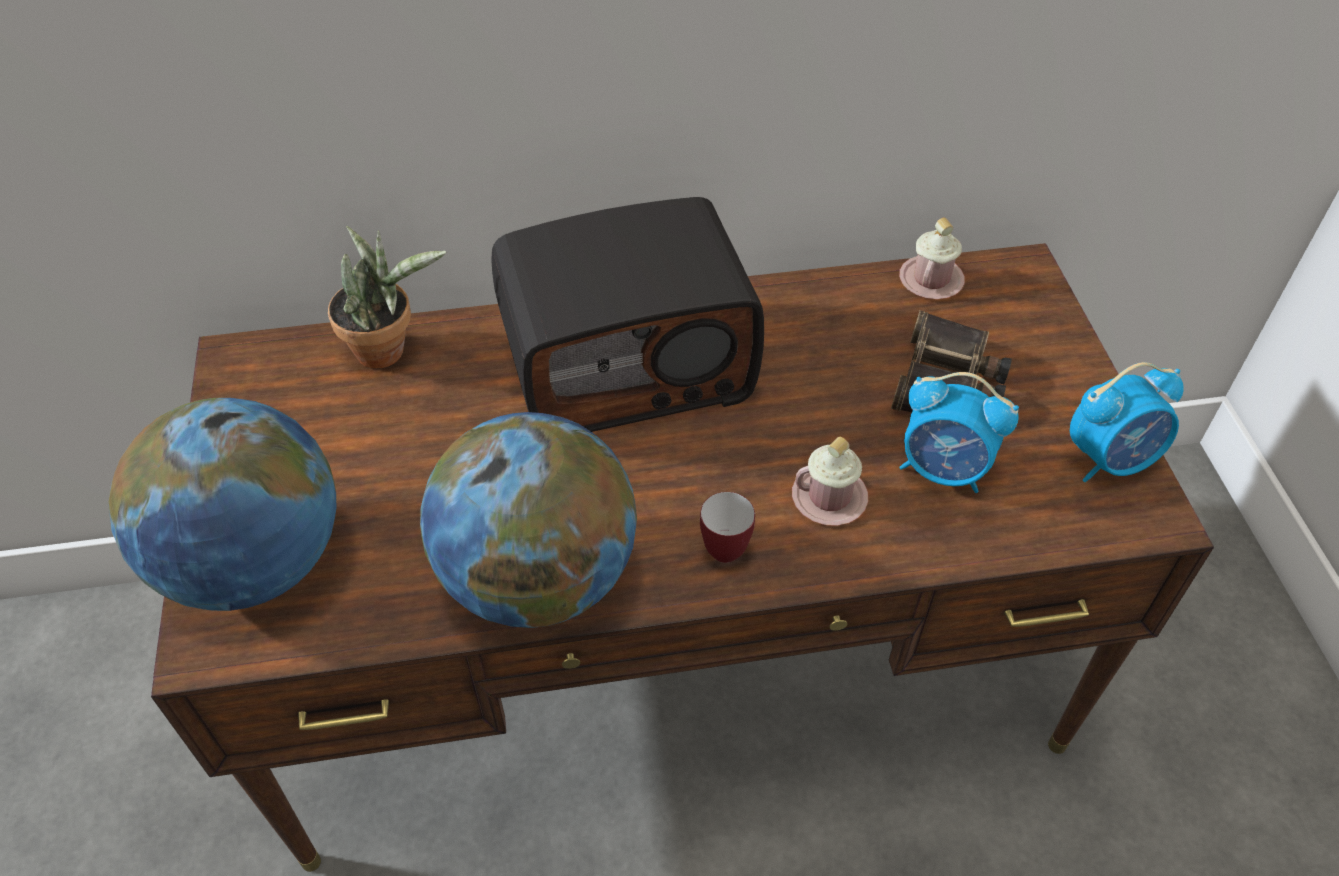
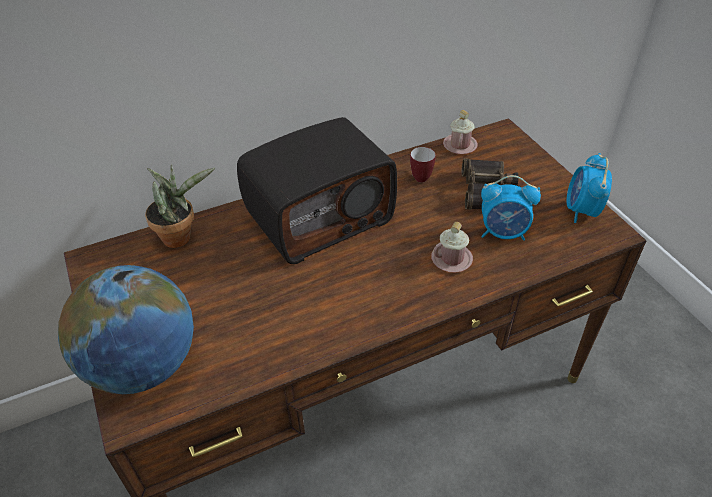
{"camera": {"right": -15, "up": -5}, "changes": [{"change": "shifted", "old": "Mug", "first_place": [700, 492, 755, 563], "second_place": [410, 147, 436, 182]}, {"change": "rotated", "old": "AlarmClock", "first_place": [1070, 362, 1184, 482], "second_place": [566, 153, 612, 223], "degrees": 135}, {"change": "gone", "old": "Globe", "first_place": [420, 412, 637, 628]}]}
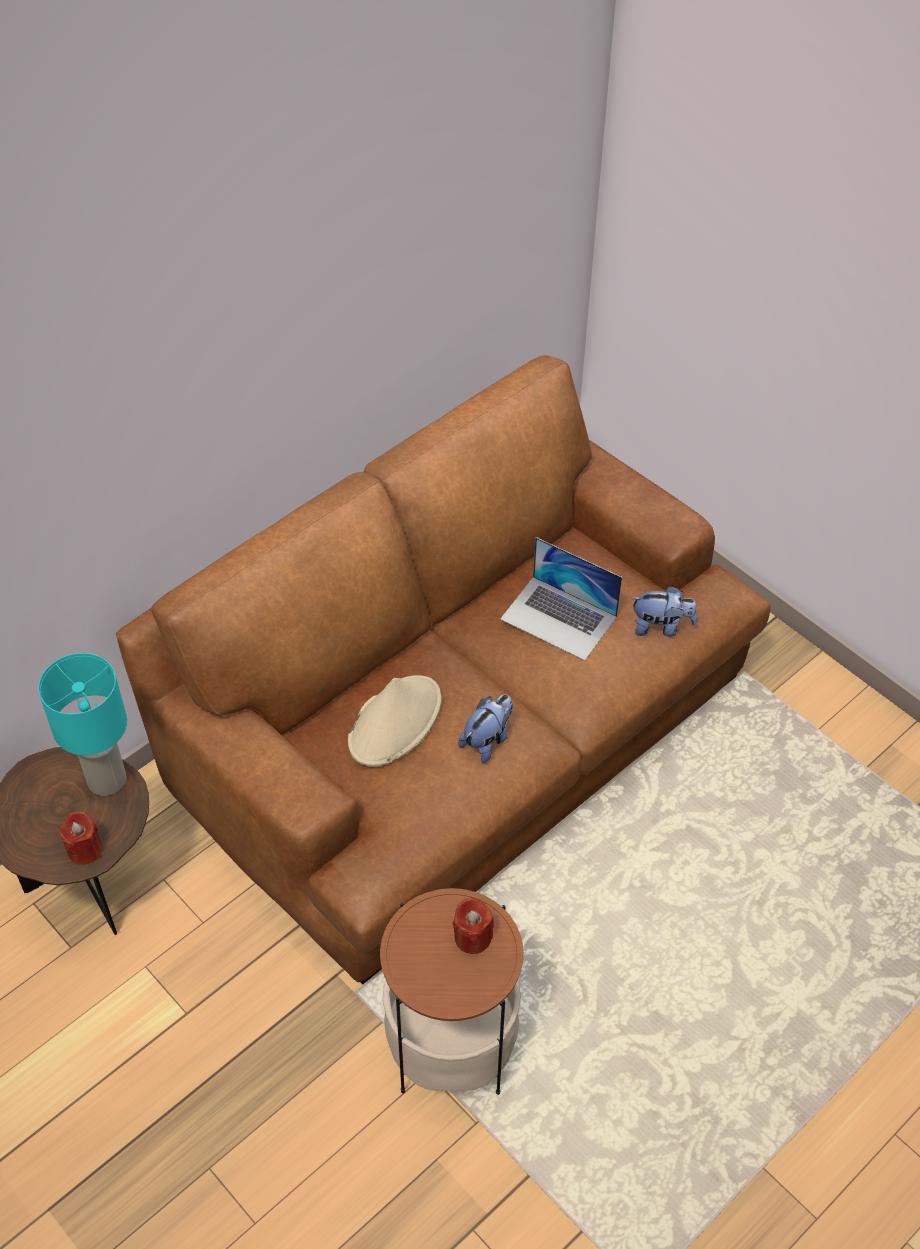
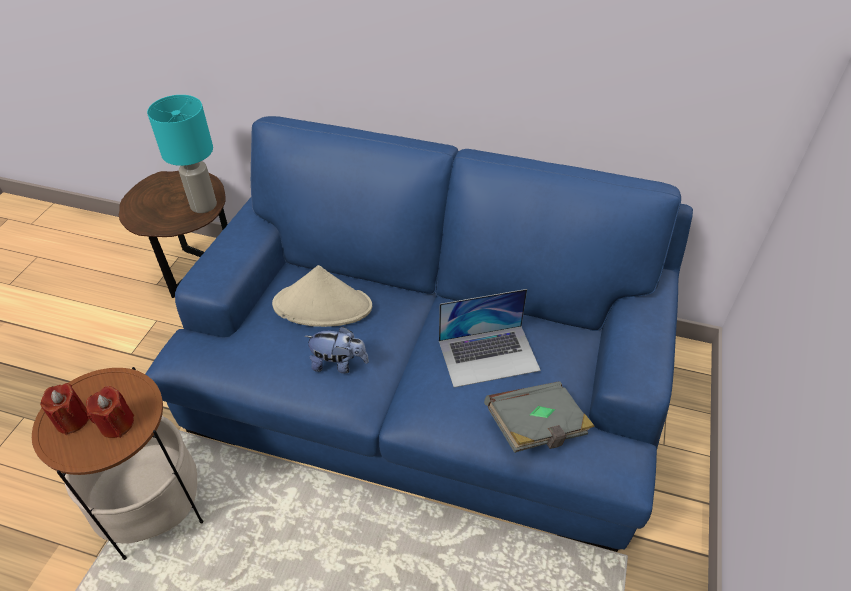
{"camera": {"right": 60, "up": -5}, "changes": [{"change": "shifted", "old": "RedCandle", "first_place": [59, 811, 102, 865], "second_place": [40, 383, 89, 435]}, {"change": "repainted", "old": "BrownSofa", "new": "BlueSofa", "first_place": [116, 355, 770, 984], "second_place": [145, 116, 693, 552]}, {"change": "rotated", "old": "Laptop", "first_place": [500, 537, 622, 661], "second_place": [439, 289, 541, 387], "degrees": -105}, {"change": "swapped", "old": "PlushToy", "new": "GreyBook", "first_place": [631, 586, 697, 637], "second_place": [484, 381, 595, 453]}]}
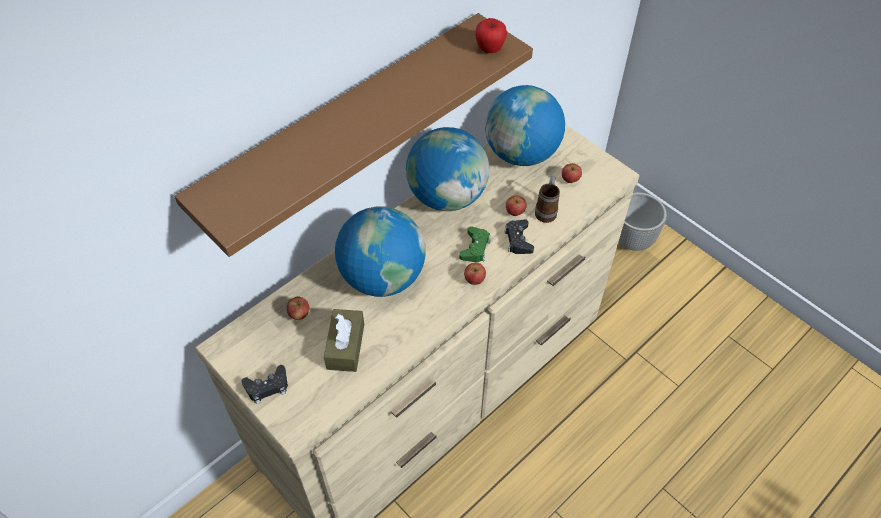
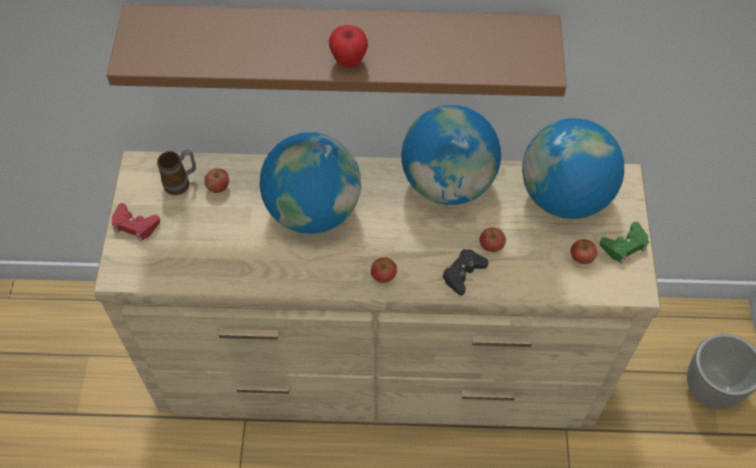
{"camera": {"right": 45, "up": 5}, "changes": [{"change": "repainted", "old": "BlackGameController", "new": "RedGameController", "first_place": [241, 365, 288, 404], "second_place": [112, 203, 160, 242]}, {"change": "shifted", "old": "Mug", "first_place": [535, 176, 560, 223], "second_place": [157, 149, 196, 195]}, {"change": "shifted", "old": "Apple", "first_place": [475, 18, 507, 53], "second_place": [329, 25, 368, 68]}, {"change": "shifted", "old": "GreenGameController", "first_place": [459, 226, 490, 262], "second_place": [600, 222, 649, 263]}, {"change": "gone", "old": "BrownTissueBox", "first_place": [324, 309, 364, 372]}]}
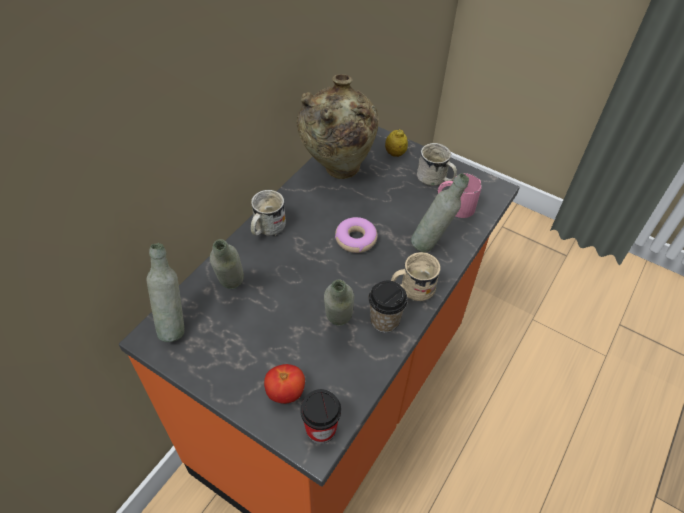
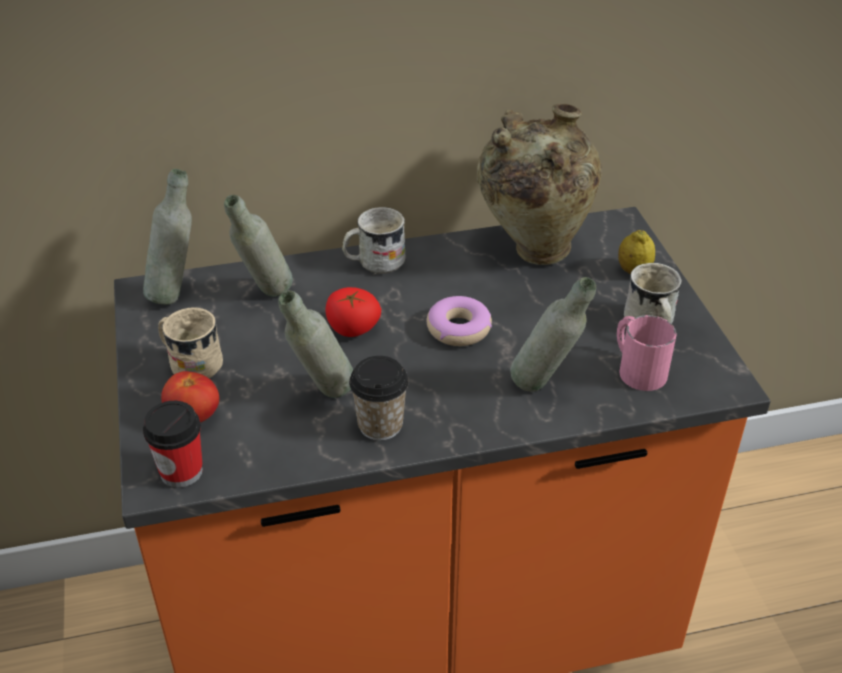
{"camera": {"right": 45, "up": -10}, "changes": [{"change": "shifted", "old": "BeigeMug", "first_place": [391, 252, 441, 301], "second_place": [158, 308, 223, 378]}, {"change": "new", "new": "Tomato", "second_place": [325, 287, 381, 337]}]}
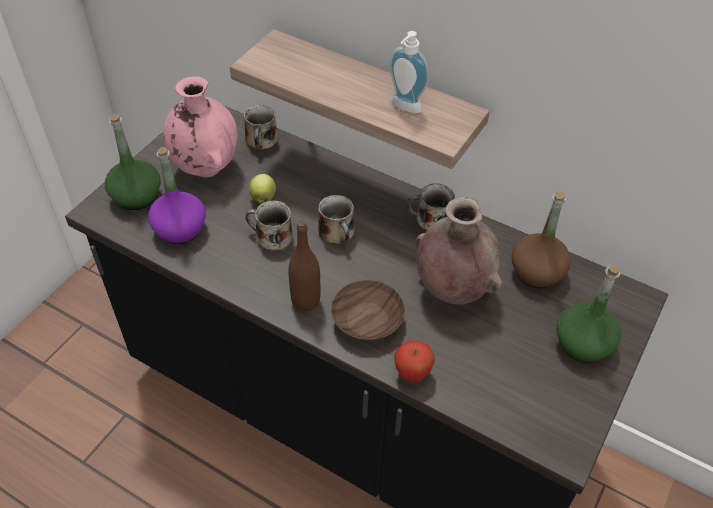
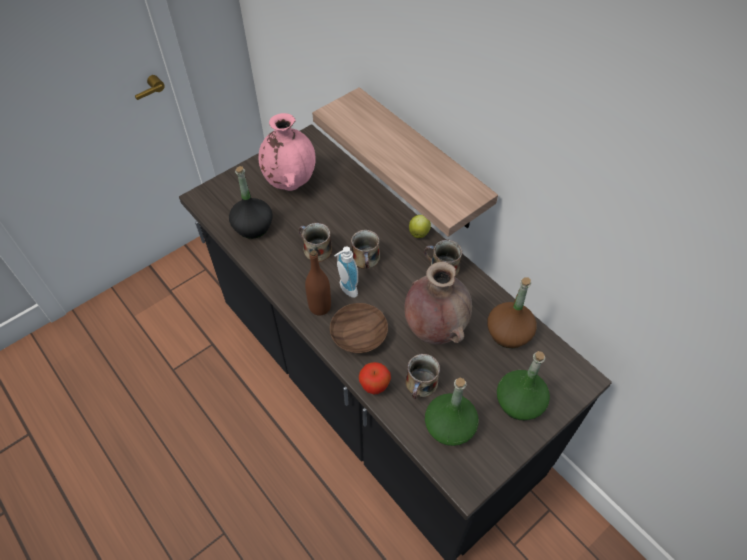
{"camera": {"right": 20, "up": 5}, "changes": [{"change": "repainted", "old": "PurpleBottle", "new": "BlackBottle", "first_place": [148, 147, 206, 244], "second_place": [229, 166, 273, 239]}, {"change": "shifted", "old": "SoapDispenser", "first_place": [390, 31, 429, 113], "second_place": [334, 246, 358, 298]}, {"change": "shifted", "old": "Mug", "first_place": [243, 105, 278, 150], "second_place": [406, 354, 440, 399]}, {"change": "shifted", "old": "Apple", "first_place": [249, 174, 276, 204], "second_place": [409, 215, 431, 238]}, {"change": "shifted", "old": "GreenBottle", "first_place": [105, 114, 161, 210], "second_place": [425, 378, 479, 446]}]}
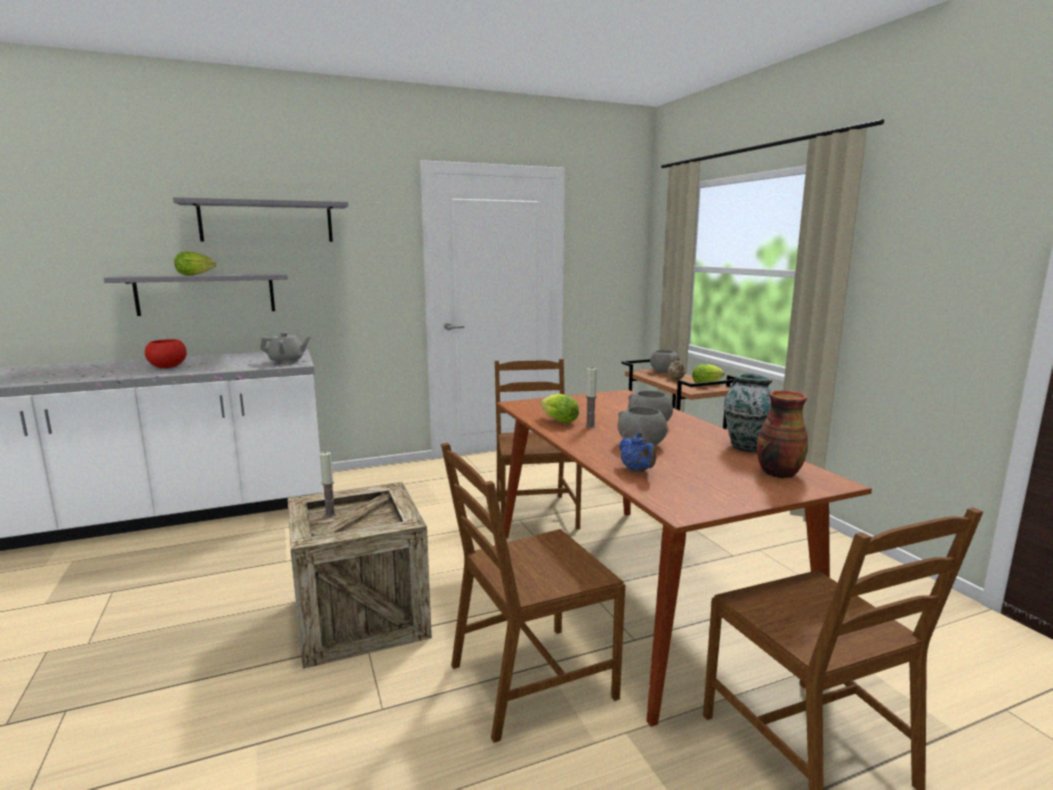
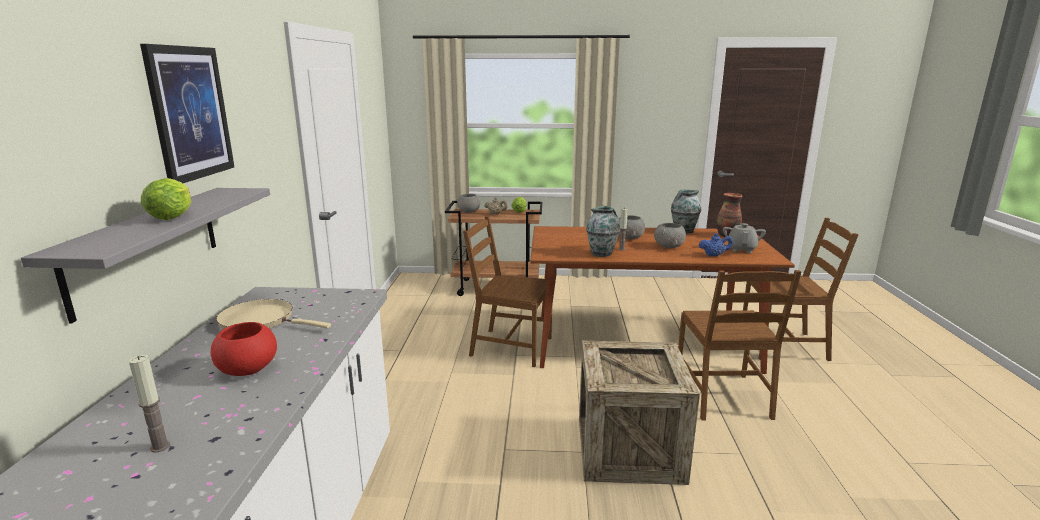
{"camera": {"right": -65, "up": 5}, "changes": [{"change": "shifted", "old": "Candle", "first_place": [320, 452, 336, 517], "second_place": [129, 355, 170, 453]}, {"change": "swapped", "old": "GreyShelf", "new": "Picture", "first_place": [173, 197, 348, 242], "second_place": [140, 44, 234, 183]}, {"change": "new", "new": "BeigeFryingPan", "second_place": [216, 299, 331, 329]}, {"change": "swapped", "old": "Lettuce", "new": "Vase", "first_place": [540, 394, 579, 423], "second_place": [586, 206, 620, 257]}, {"change": "shifted", "old": "GreyTeapot", "first_place": [260, 332, 310, 364], "second_place": [723, 223, 766, 253]}]}
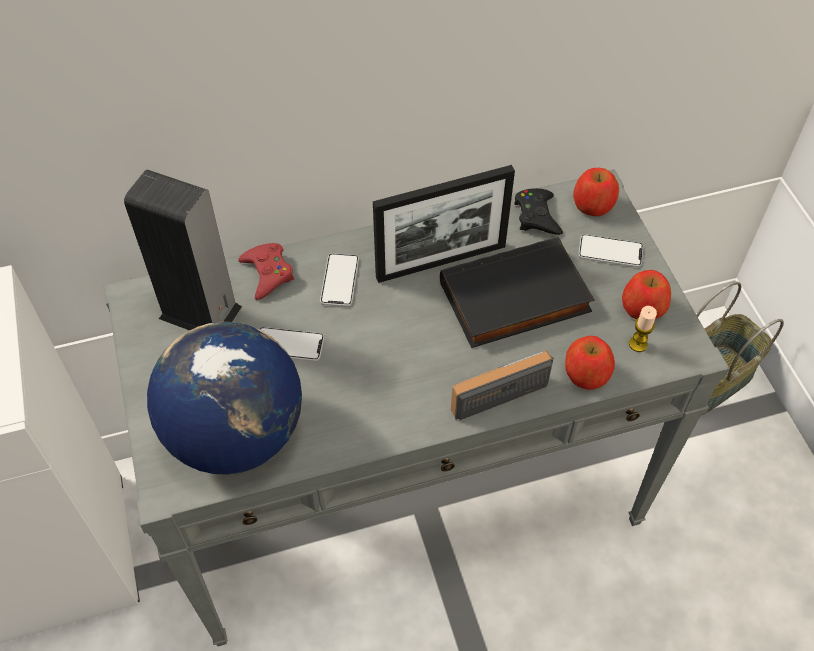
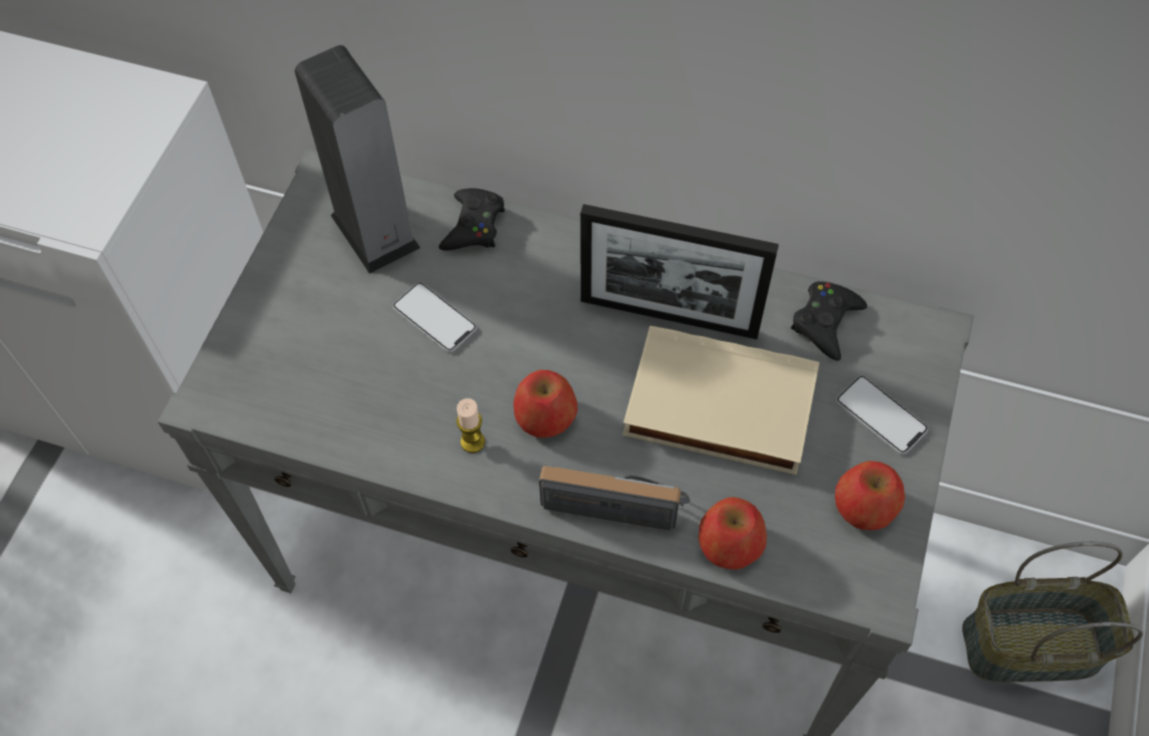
{"camera": {"right": 35, "up": 5}, "changes": [{"change": "repainted", "old": "RedGameController", "new": "BlackGameController", "first_place": [238, 243, 294, 300], "second_place": [439, 188, 505, 250]}, {"change": "shifted", "old": "Candle", "first_place": [629, 306, 657, 352], "second_place": [456, 398, 485, 453]}, {"change": "shifted", "old": "Apple", "first_place": [573, 168, 619, 216], "second_place": [513, 370, 578, 438]}, {"change": "repainted", "old": "BlackBook", "new": "BeigeBook", "first_place": [440, 237, 594, 348], "second_place": [623, 326, 820, 475]}, {"change": "gone", "old": "Globe", "first_place": [147, 322, 302, 475]}, {"change": "gone", "old": "Phone", "first_place": [320, 253, 359, 306]}]}
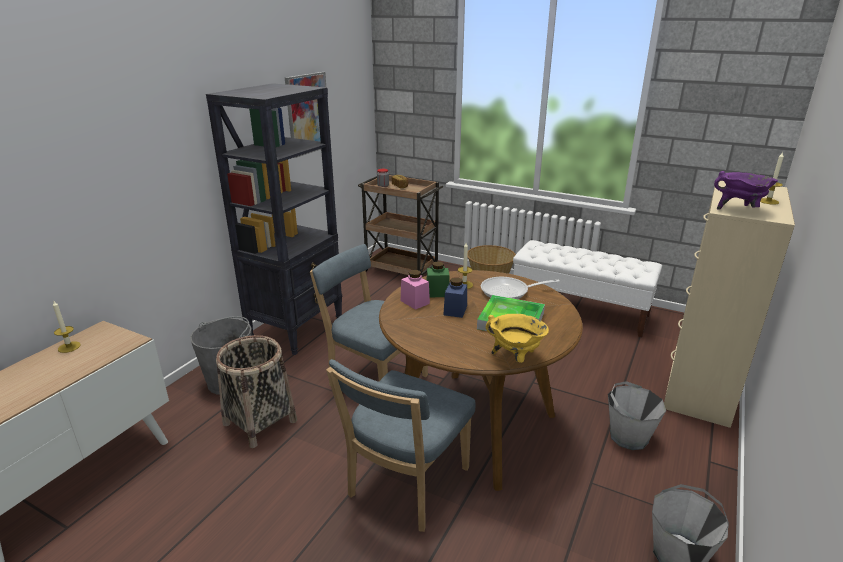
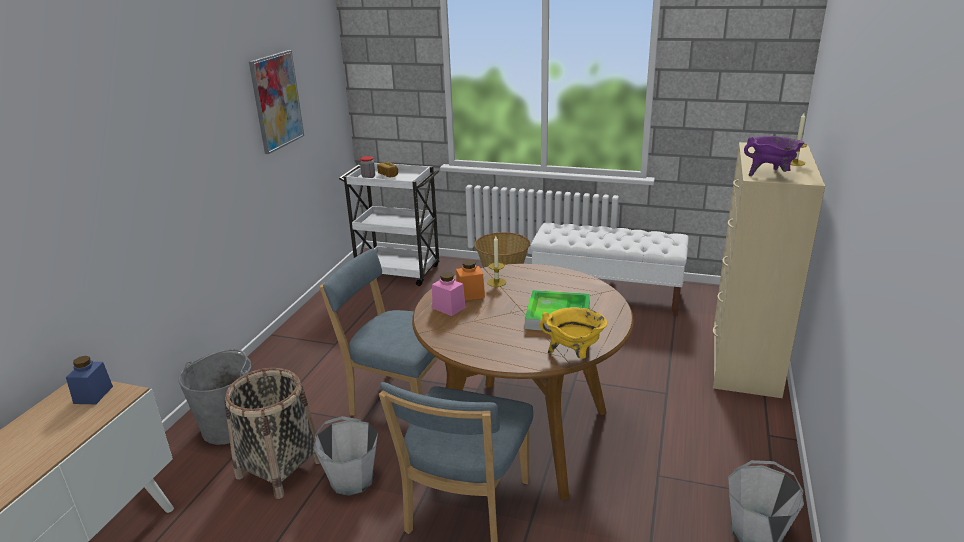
{"camera": {"right": -10, "up": 0}, "changes": [{"change": "shifted", "old": "BlueJar", "first_place": [443, 277, 467, 318], "second_place": [66, 356, 113, 404]}, {"change": "shifted", "old": "GreyBucket", "first_place": [608, 381, 666, 450], "second_place": [313, 416, 378, 496]}, {"change": "repainted", "old": "BrownCart", "new": "WhiteCart", "first_place": [358, 175, 443, 276], "second_place": [339, 163, 440, 286]}, {"change": "repainted", "old": "GreenJar", "new": "OrangeJar", "first_place": [426, 261, 450, 297], "second_place": [456, 260, 485, 301]}, {"change": "gone", "old": "Candle", "first_place": [53, 301, 81, 353]}, {"change": "gone", "old": "BlackBookcase", "first_place": [206, 83, 342, 355]}, {"change": "gone", "old": "FryingPan", "first_place": [481, 277, 560, 299]}]}
